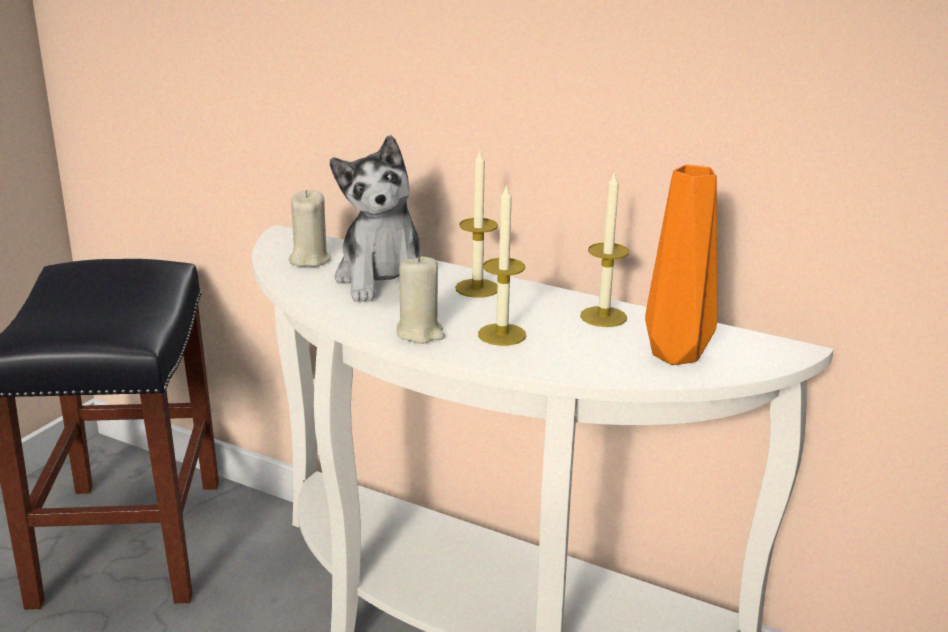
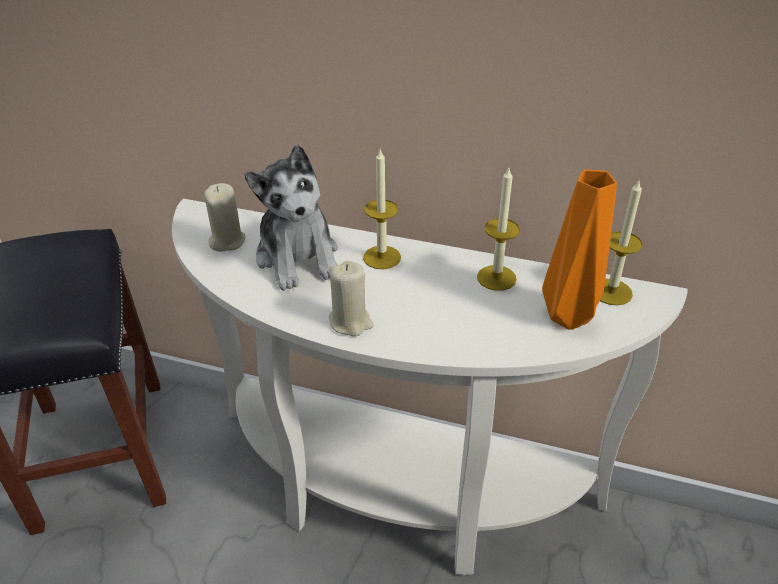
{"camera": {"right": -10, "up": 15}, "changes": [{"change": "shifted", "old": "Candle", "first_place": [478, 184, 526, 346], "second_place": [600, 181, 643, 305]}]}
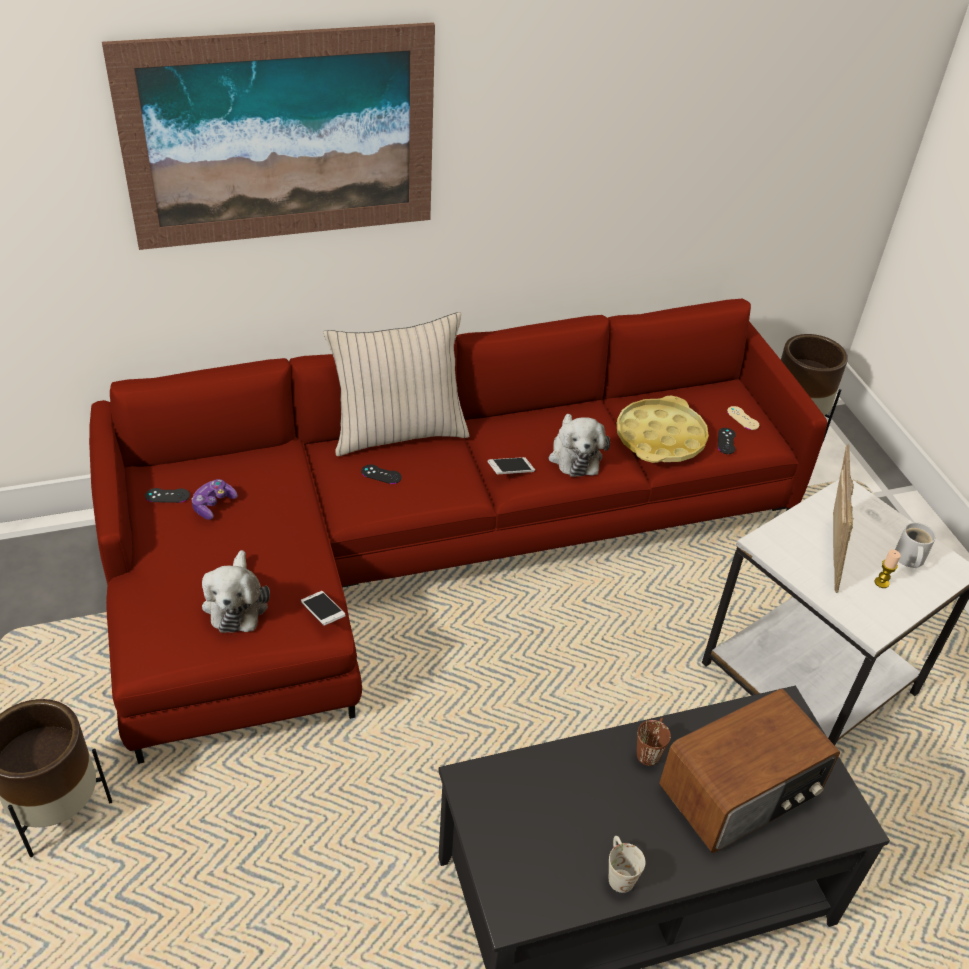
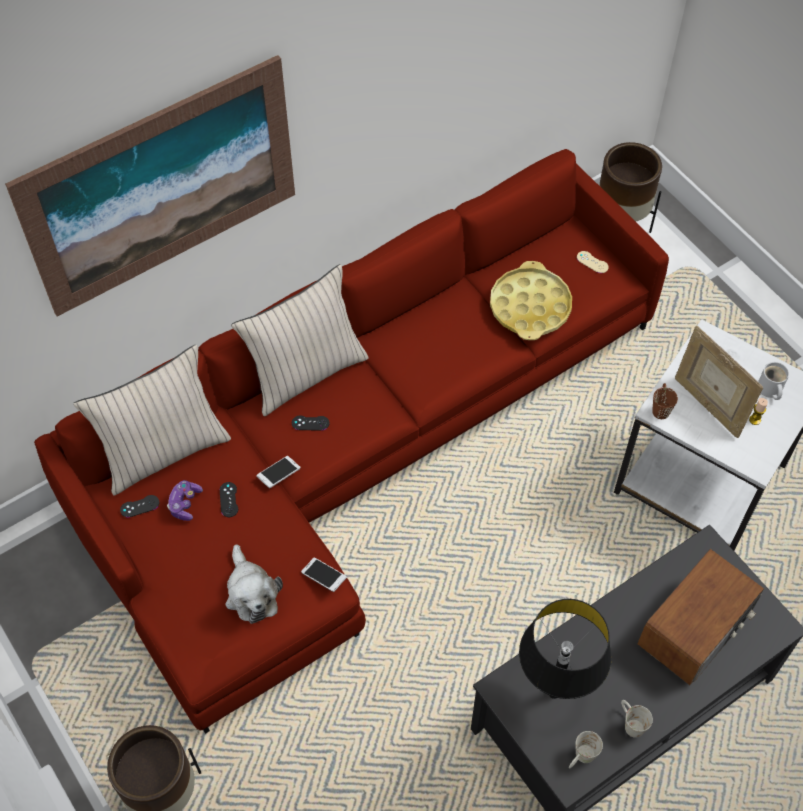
{"camera": {"right": -15, "up": 15}, "changes": [{"change": "new", "new": "BeigePillow", "second_place": [73, 345, 231, 496]}, {"change": "shifted", "old": "BlackGameController", "first_place": [718, 428, 736, 454], "second_place": [220, 482, 238, 517]}, {"change": "shifted", "old": "Phone", "first_place": [487, 457, 535, 474], "second_place": [256, 456, 300, 488]}, {"change": "new", "new": "BlackTableLamp", "second_place": [519, 599, 611, 699]}, {"change": "new", "new": "WhiteMug", "second_place": [569, 731, 603, 769]}, {"change": "shifted", "old": "BrownMug", "first_place": [637, 718, 671, 766], "second_place": [652, 383, 678, 419]}, {"change": "rotated", "old": "PictureFrame", "first_place": [833, 444, 854, 593], "second_place": [675, 326, 763, 438], "degrees": 150}, {"change": "gone", "old": "PlushToy", "first_place": [549, 414, 610, 477]}]}
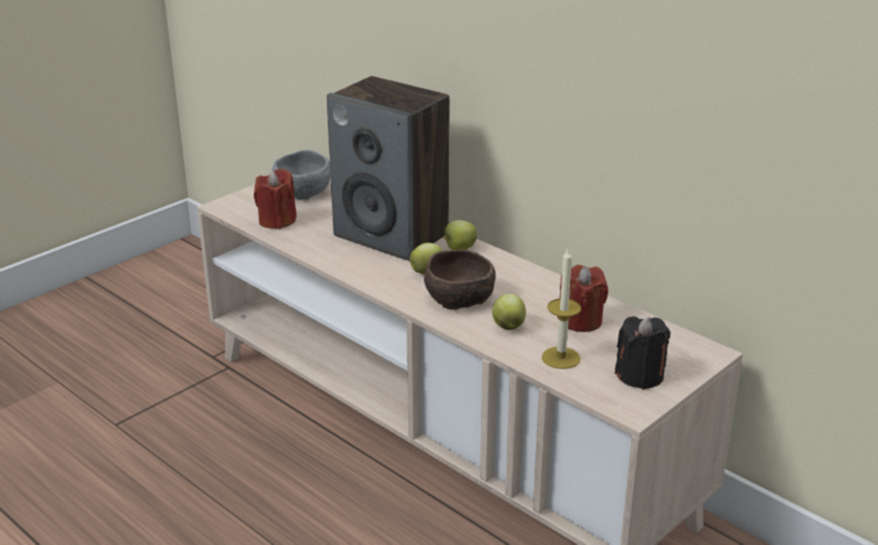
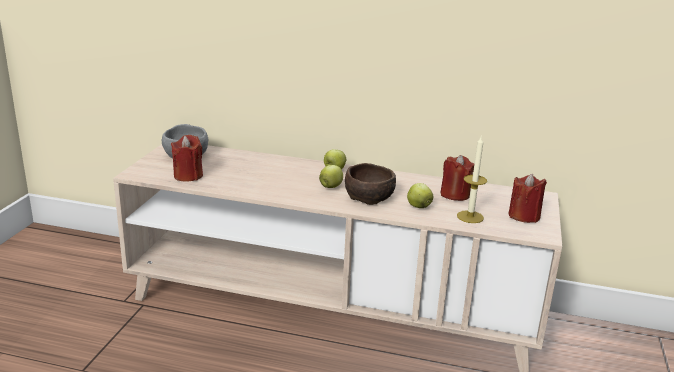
{"camera": {"right": -30, "up": -5}, "changes": [{"change": "repainted", "old": "BlackCandle", "new": "RedCandle", "first_place": [615, 316, 670, 390], "second_place": [508, 174, 547, 223]}, {"change": "gone", "old": "Speaker", "first_place": [327, 76, 449, 261]}]}
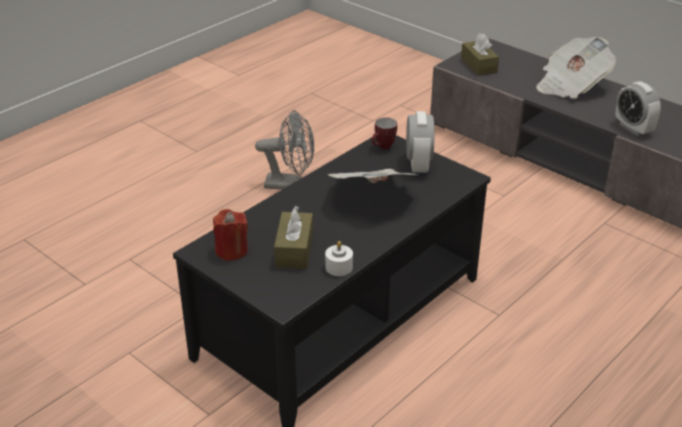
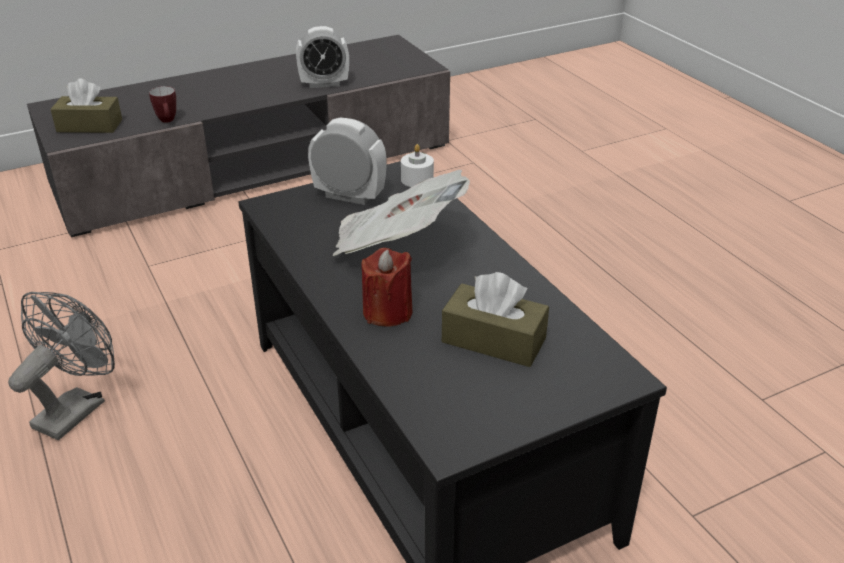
{"camera": {"right": -70, "up": 0}, "changes": [{"change": "shifted", "old": "Mug", "first_place": [371, 118, 397, 150], "second_place": [149, 86, 176, 123]}, {"change": "shifted", "old": "RedCandle", "first_place": [213, 209, 248, 261], "second_place": [362, 248, 413, 327]}, {"change": "shifted", "old": "WhiteCandle", "first_place": [325, 241, 353, 276], "second_place": [401, 144, 434, 187]}, {"change": "gone", "old": "Newspaper", "first_place": [536, 37, 616, 99]}]}
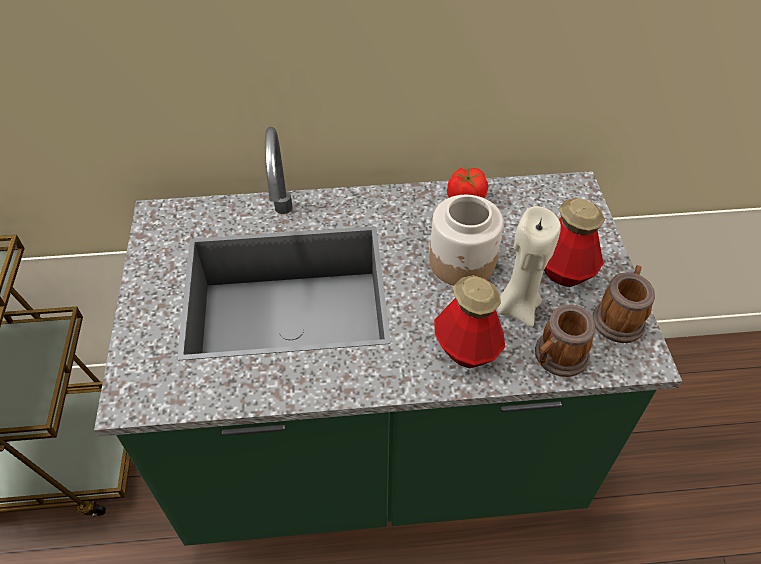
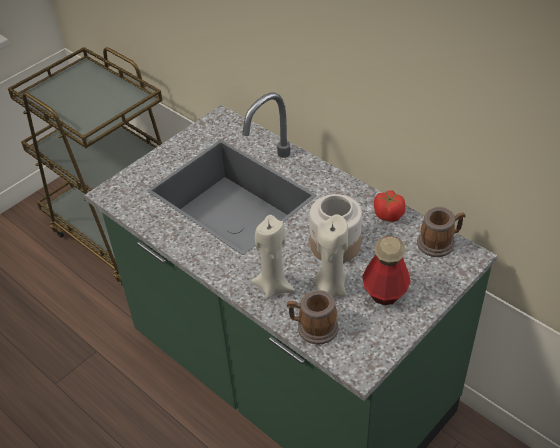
{"camera": {"right": 50, "up": -5}, "changes": [{"change": "swapped", "old": "Bottle", "new": "BeigeCandle", "first_place": [434, 275, 505, 368], "second_place": [252, 215, 295, 299]}, {"change": "shifted", "old": "Mug", "first_place": [593, 265, 655, 343], "second_place": [417, 207, 466, 257]}]}
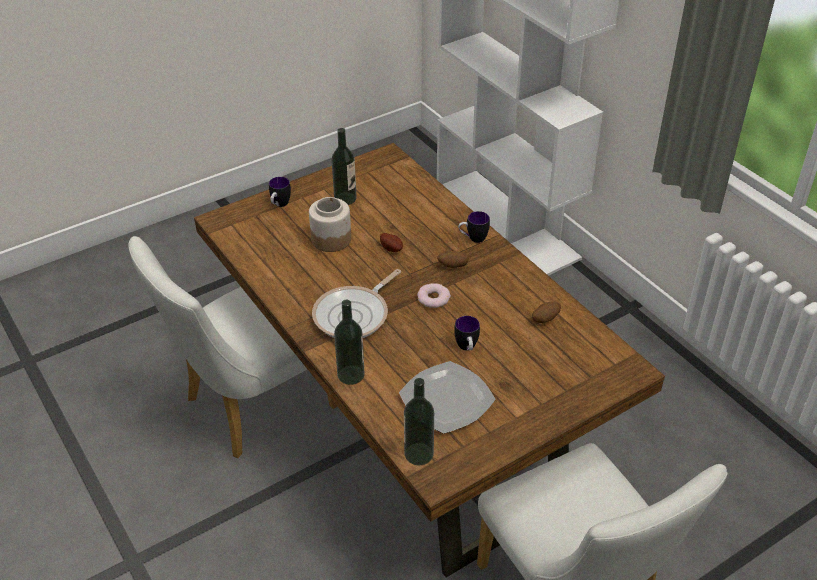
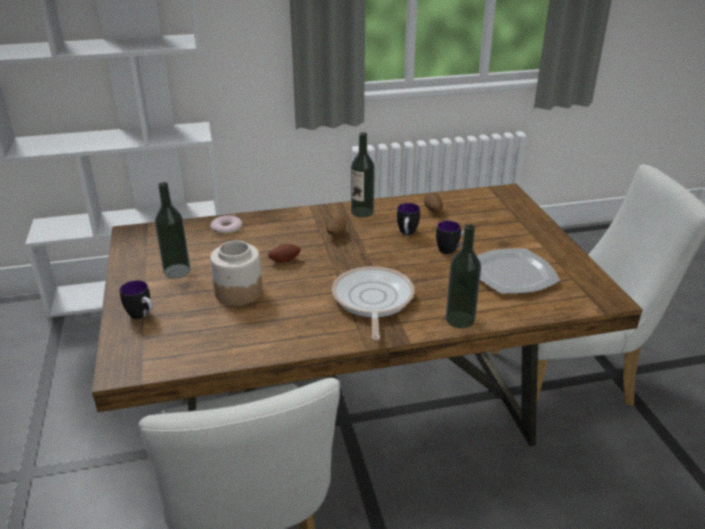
{"camera": {"right": -70, "up": -10}, "changes": [{"change": "shifted", "old": "Donut", "first_place": [417, 283, 451, 308], "second_place": [210, 215, 242, 234]}, {"change": "rotated", "old": "FryingPan", "first_place": [312, 269, 401, 338], "second_place": [332, 266, 415, 341], "degrees": -150}, {"change": "shifted", "old": "Bottle", "first_place": [404, 378, 434, 465], "second_place": [351, 132, 375, 218]}, {"change": "shifted", "old": "Mug", "first_place": [458, 211, 490, 243], "second_place": [397, 203, 420, 235]}]}
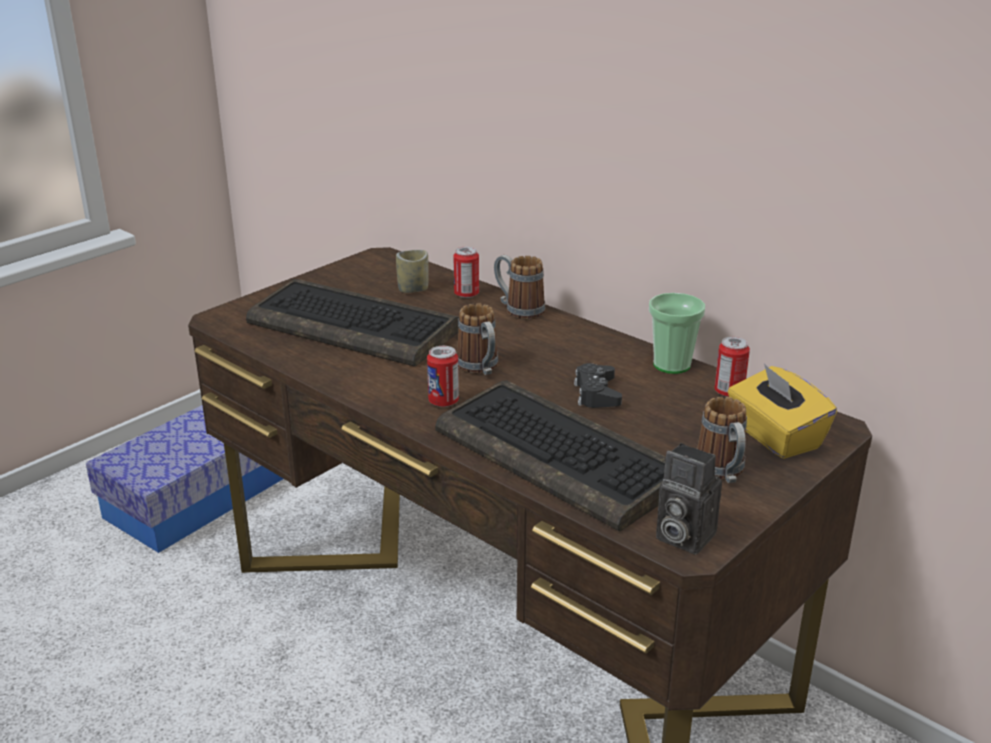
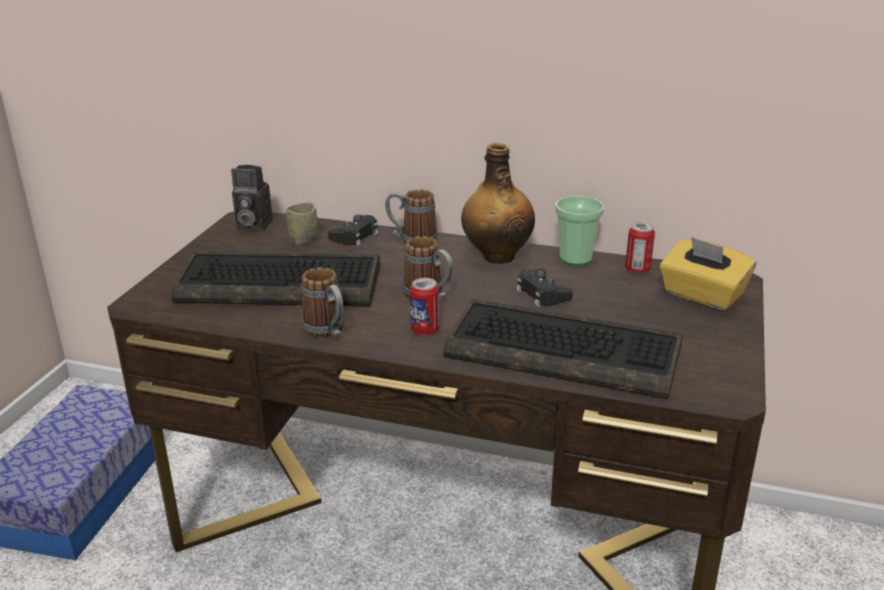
{"camera": {"right": -25, "up": 0}, "changes": [{"change": "shifted", "old": "PhotoCamera", "first_place": [656, 443, 722, 554], "second_place": [231, 165, 273, 231]}, {"change": "shifted", "old": "Mug", "first_place": [697, 397, 747, 483], "second_place": [301, 267, 344, 337]}, {"change": "swapped", "old": "Can", "new": "BlackGameController", "first_place": [453, 247, 479, 298], "second_place": [328, 215, 378, 246]}, {"change": "new", "new": "Bottle", "second_place": [461, 143, 535, 264]}]}
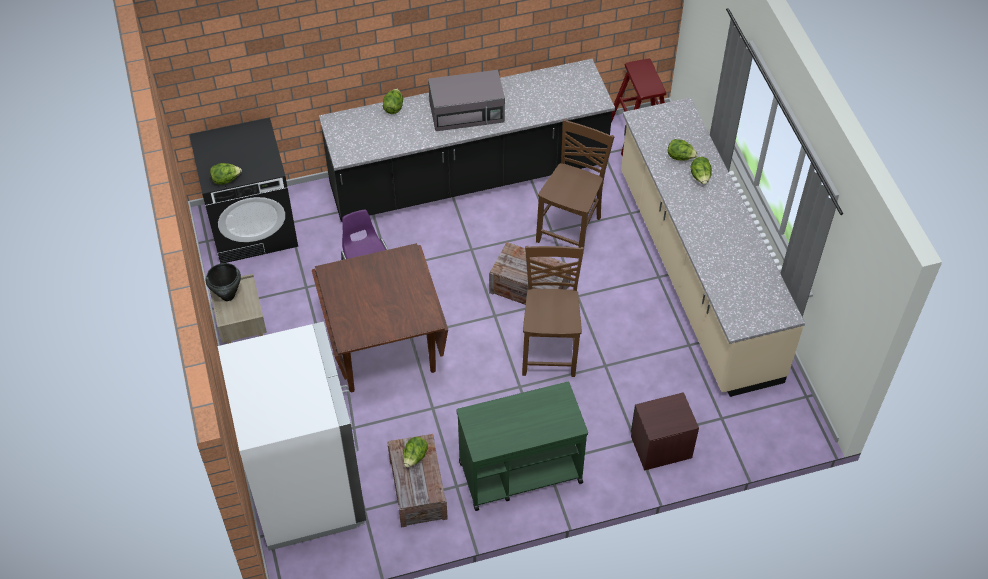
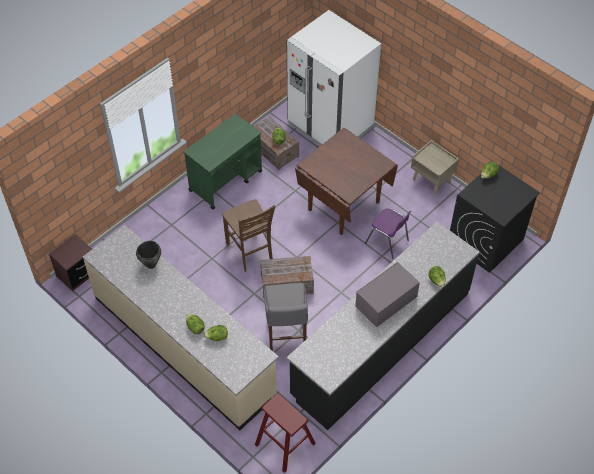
{"camera": {"right": 150, "up": 0}, "changes": [{"change": "shifted", "old": "BrownNightstand", "first_place": [631, 392, 699, 471], "second_place": [49, 234, 92, 291]}, {"change": "shifted", "old": "BlackCookingPot", "first_place": [206, 263, 241, 301], "second_place": [136, 241, 161, 269]}, {"change": "swapped", "old": "BrownChair", "new": "GreyStool", "first_place": [536, 119, 615, 248], "second_place": [264, 283, 308, 351]}]}
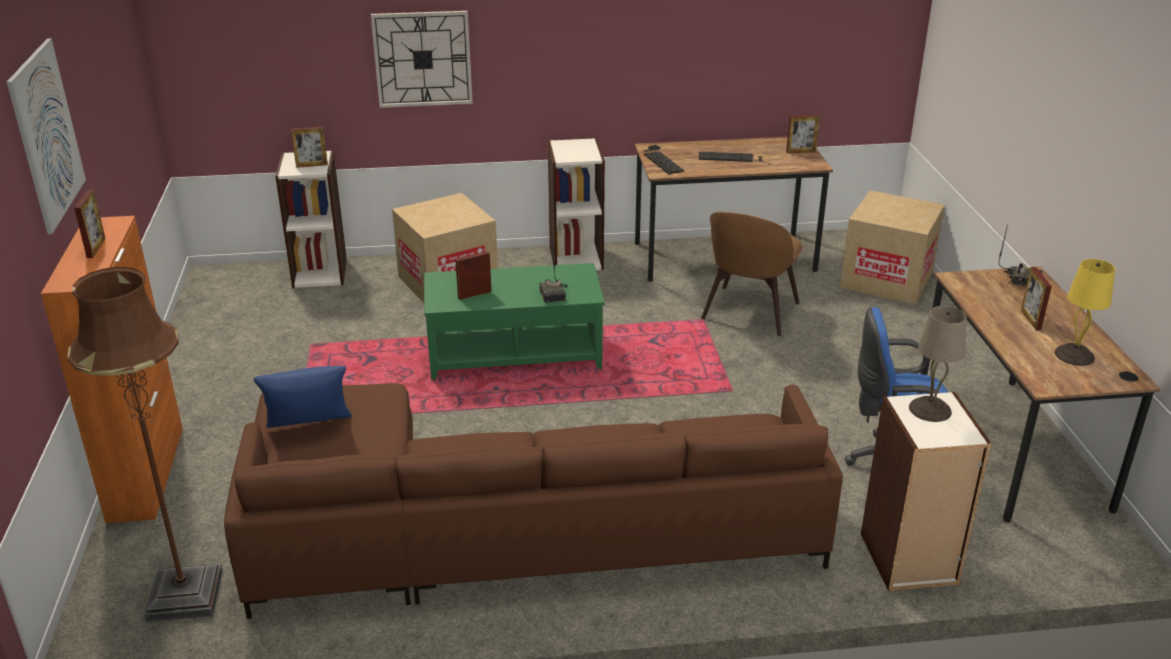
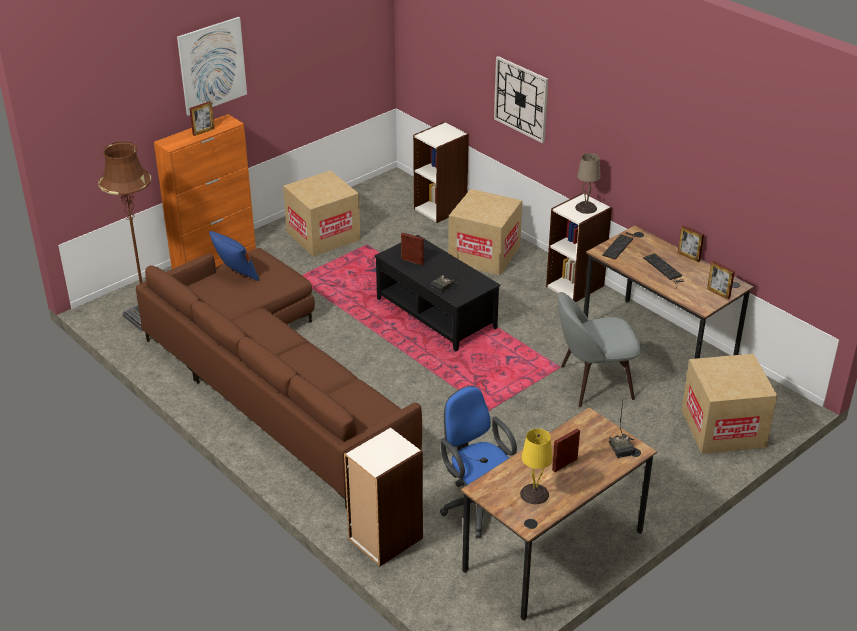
{"camera": {"right": 55, "up": 5}, "changes": [{"change": "new", "new": "CardboardBox", "second_place": [283, 170, 361, 257]}, {"change": "repainted", "old": "GreenCoffeeTable", "new": "BlackCoffeeTable", "first_place": [424, 263, 605, 380], "second_place": [375, 235, 500, 351]}, {"change": "repainted", "old": "BrownChair", "new": "GreyChair", "first_place": [701, 212, 802, 336], "second_place": [558, 292, 642, 407]}, {"change": "shifted", "old": "BeigeTableLamp", "first_place": [909, 306, 967, 422], "second_place": [575, 153, 600, 214]}, {"change": "shifted", "old": "PictureFrame", "first_place": [291, 127, 328, 168], "second_place": [678, 225, 704, 262]}]}
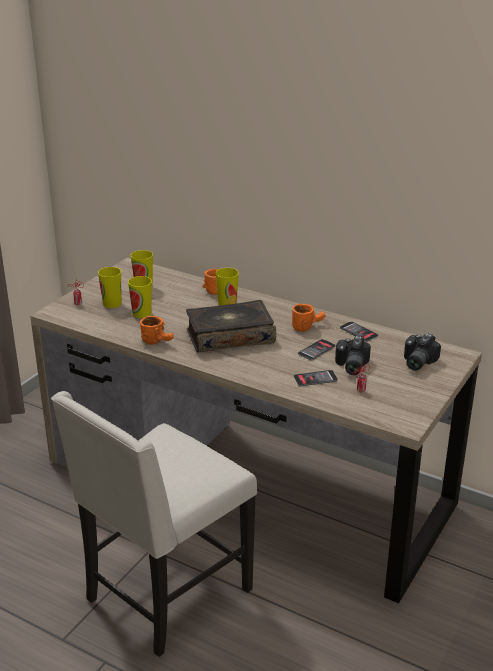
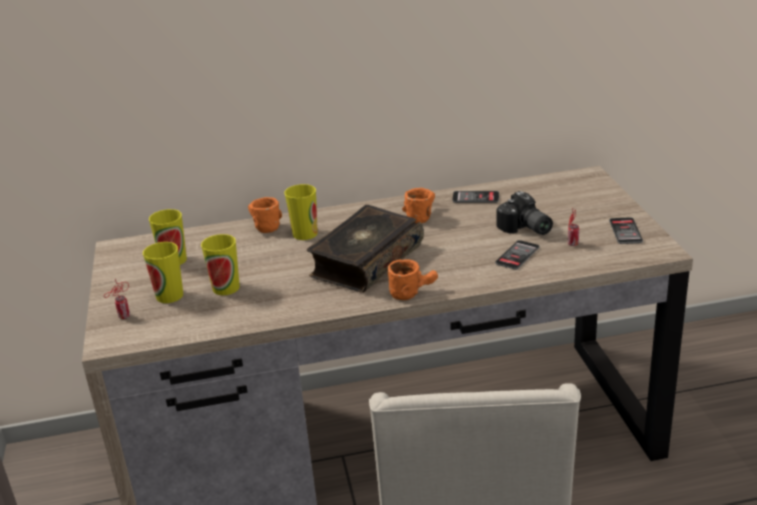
{"camera": {"right": -40, "up": 0}, "changes": [{"change": "shifted", "old": "OrangeMug", "first_place": [140, 316, 174, 345], "second_place": [387, 259, 438, 300]}, {"change": "shifted", "old": "Phone", "first_place": [298, 339, 336, 361], "second_place": [609, 217, 643, 244]}, {"change": "gone", "old": "PhotoCamera", "first_place": [404, 333, 441, 371]}]}
